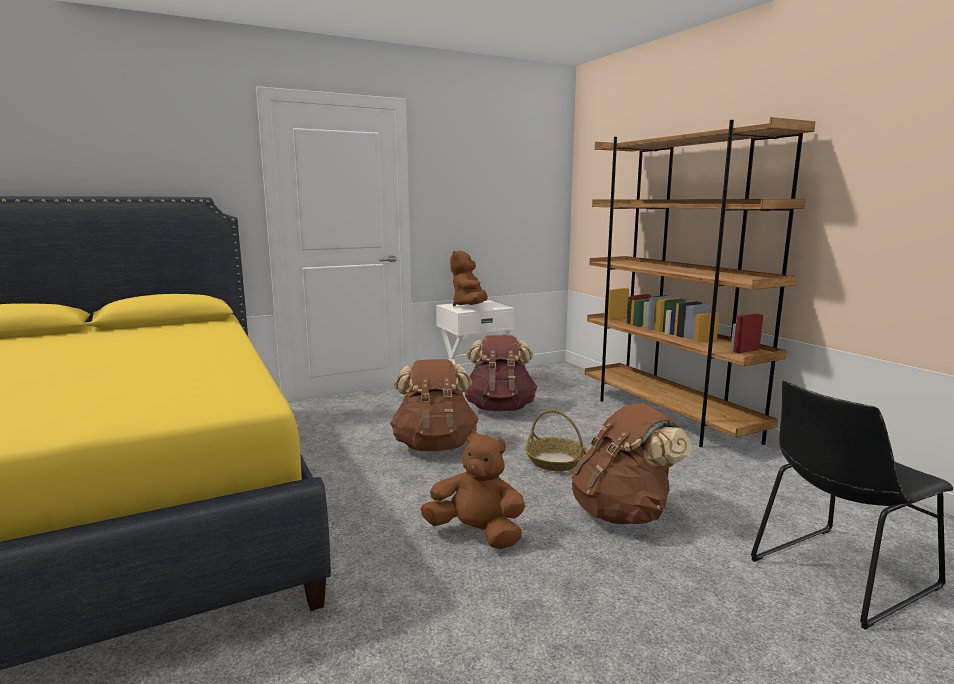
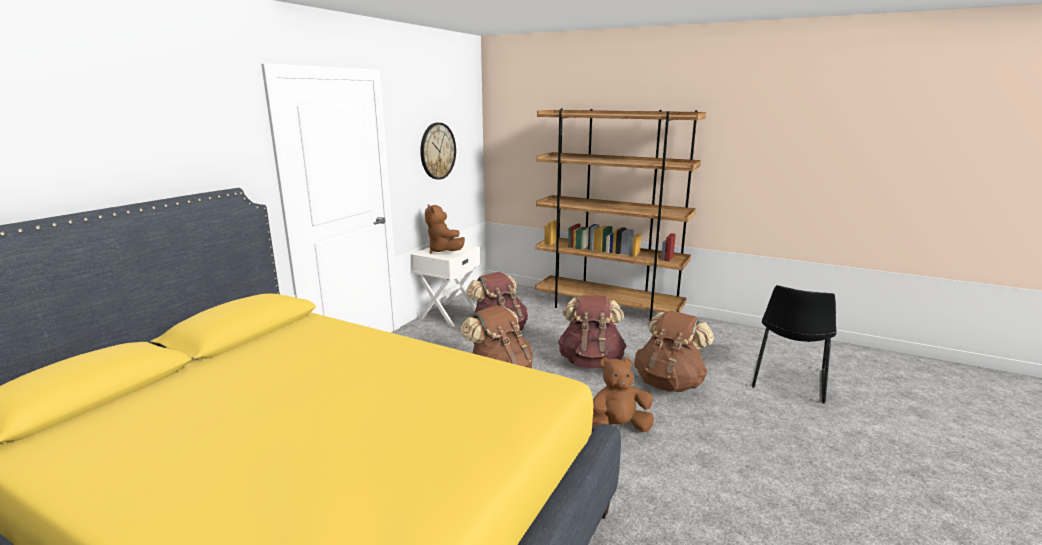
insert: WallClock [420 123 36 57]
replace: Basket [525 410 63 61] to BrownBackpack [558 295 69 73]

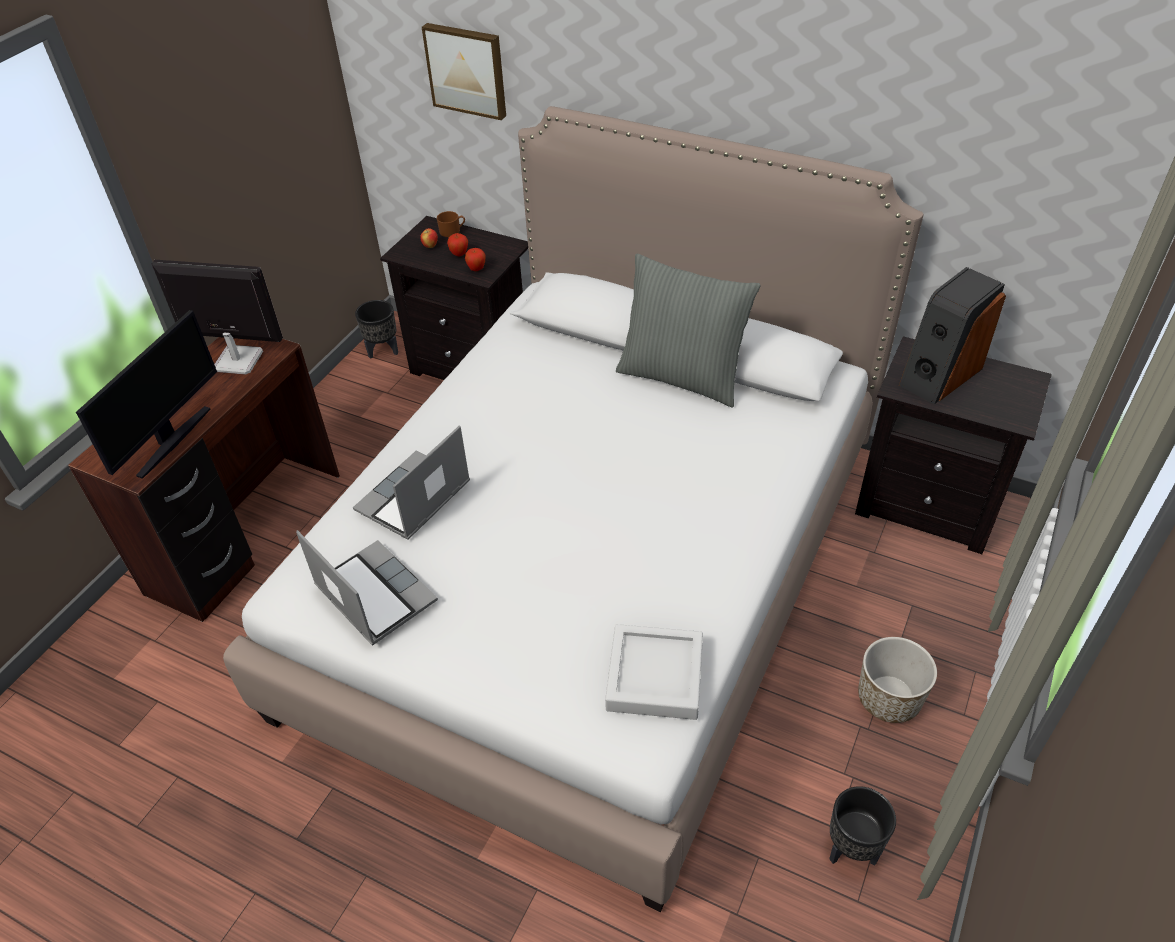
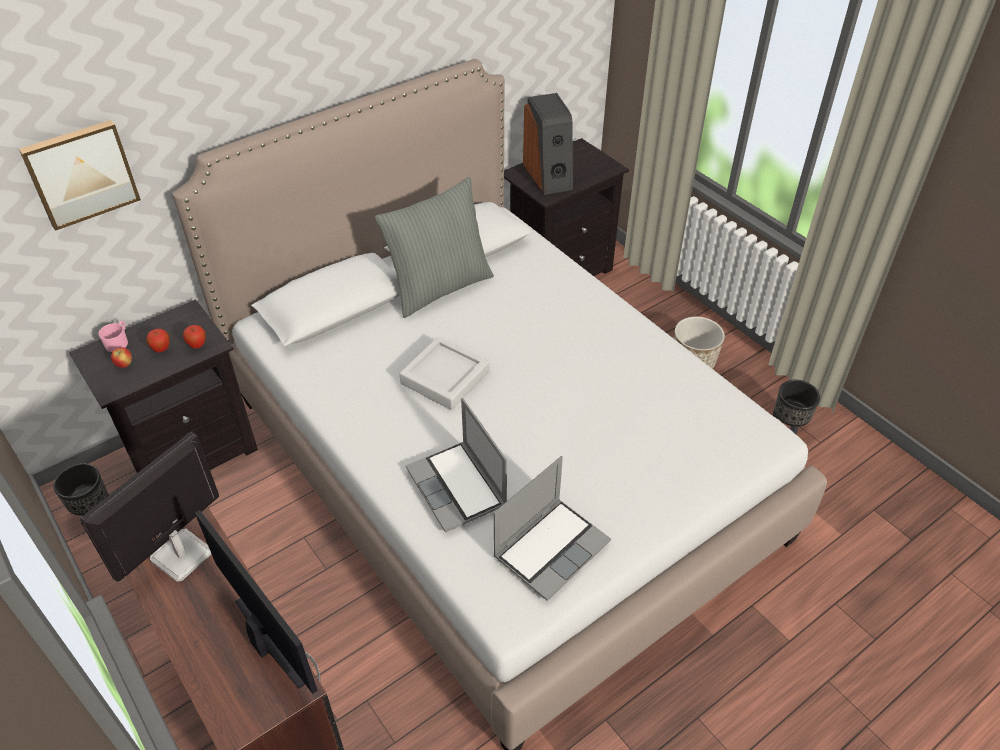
move: GreyTray [605 624 98 96] to [399 337 90 73]
recolor: BrownMug [437 211 28 26] to PinkMug [99 321 29 31]
rotate: Laptop [296 530 142 116] = [493 456 118 145] 150 degrees clockwise

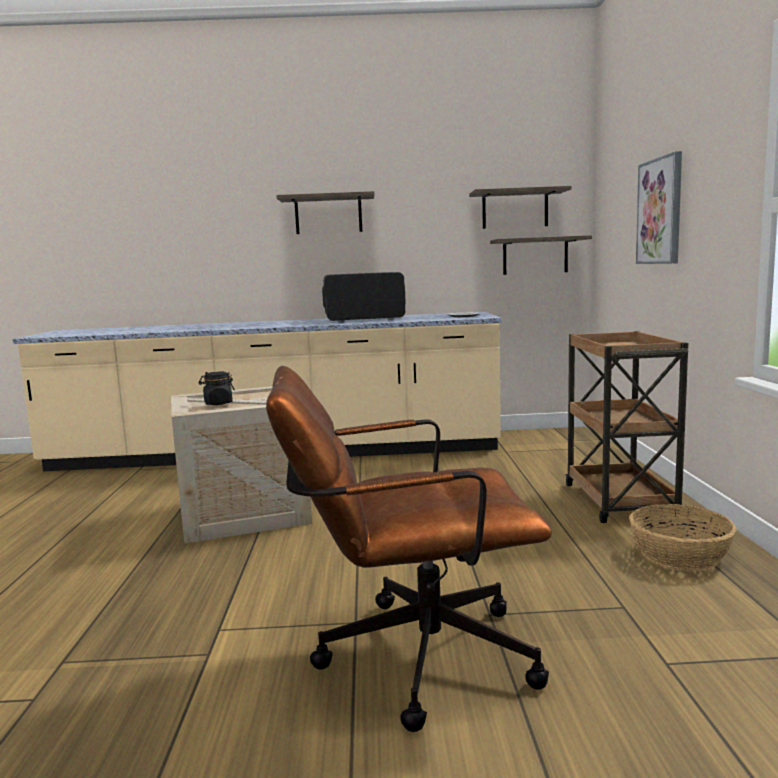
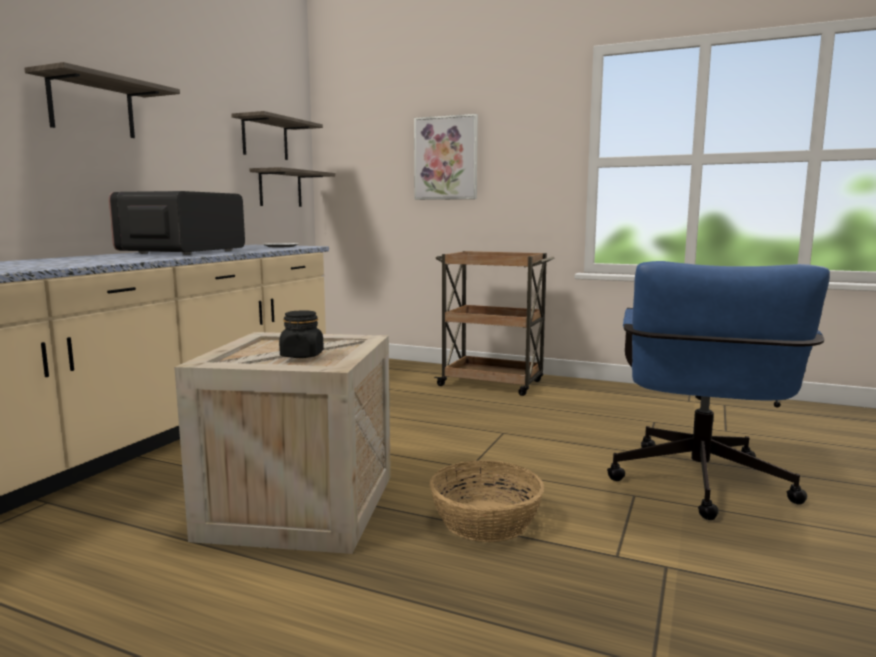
move: Basket [629 504 107 67] to [429 460 116 82]
recolor: BrownOfficeChair [266 366 286 366] to BlueOfficeChair [607 261 223 259]

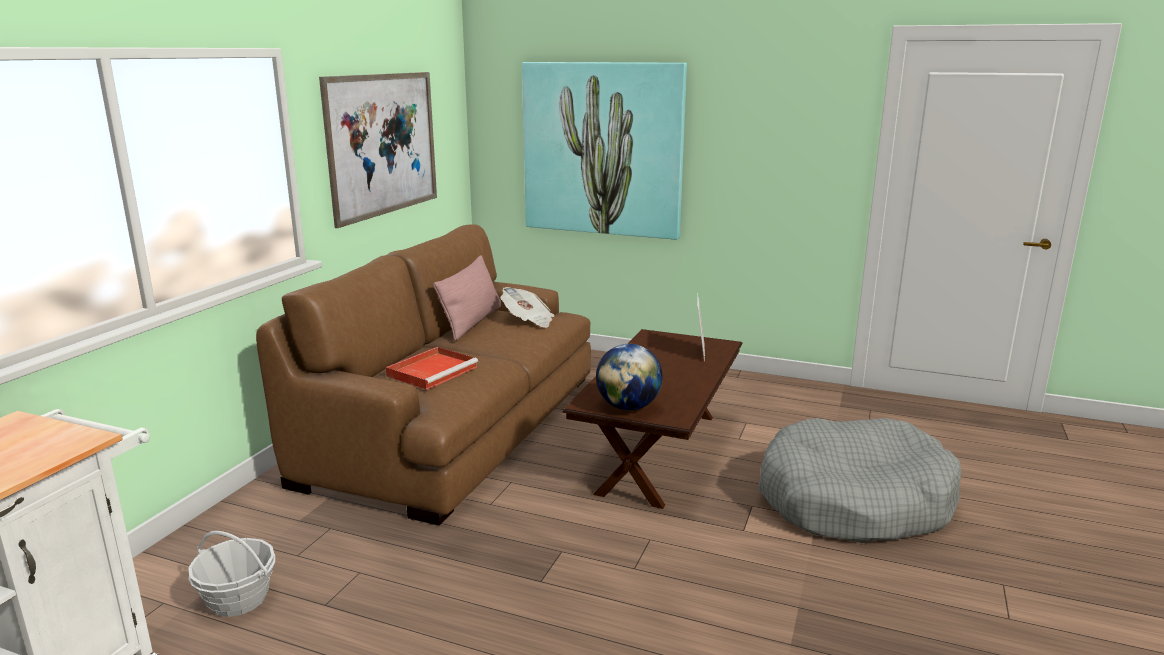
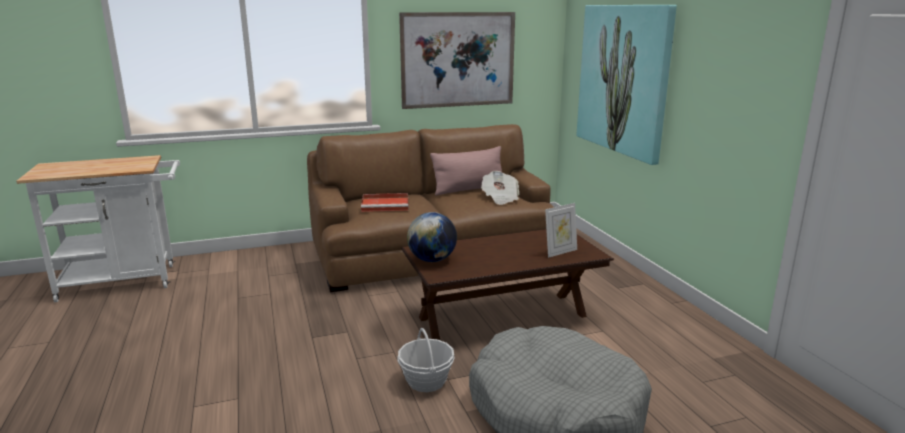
move: Basket [188 531 87 86] to [397 328 57 64]

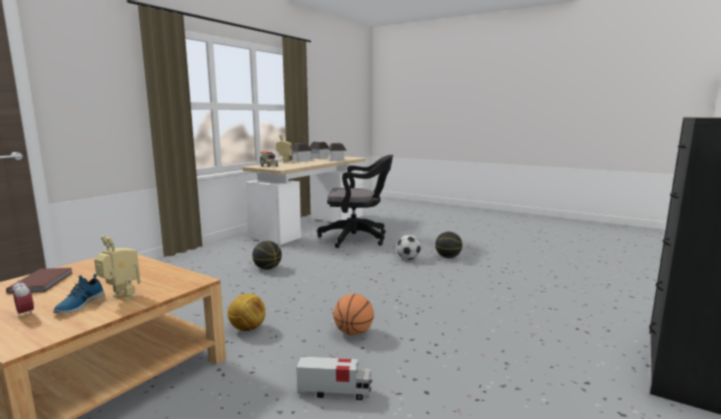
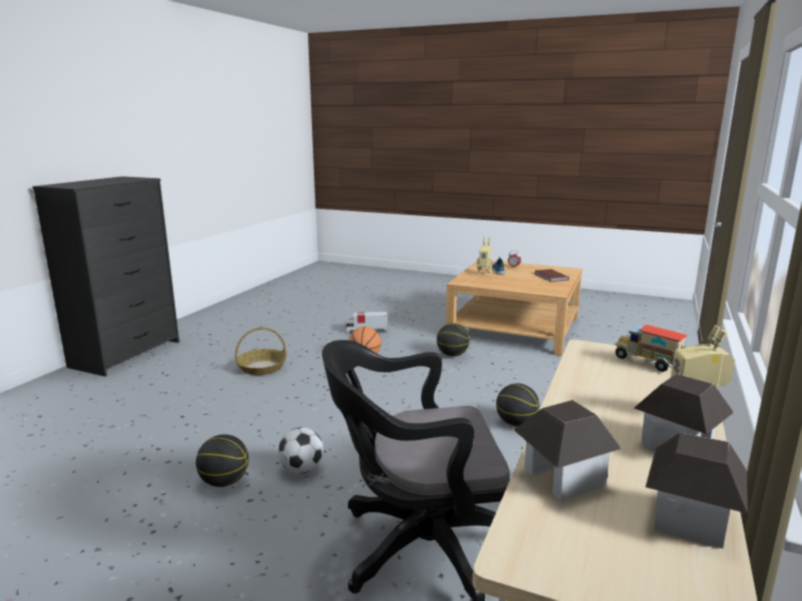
insert: Basket [235 327 52 48]
replace: Football [227 294 39 37] to Basketball [437 323 33 33]

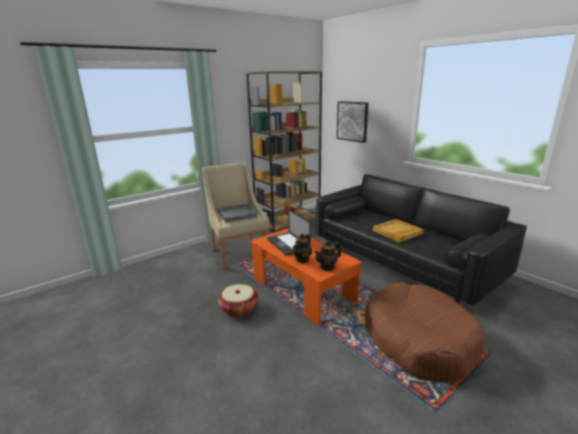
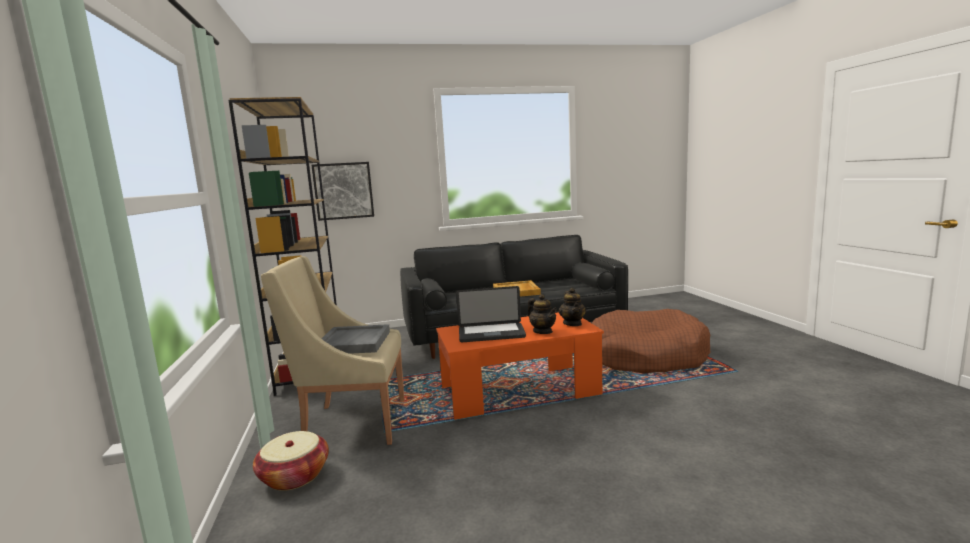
move: Basket [218 284 41 33] to [253 431 76 60]

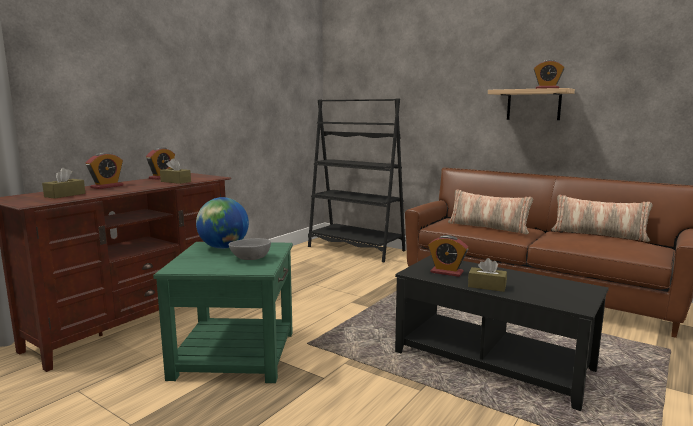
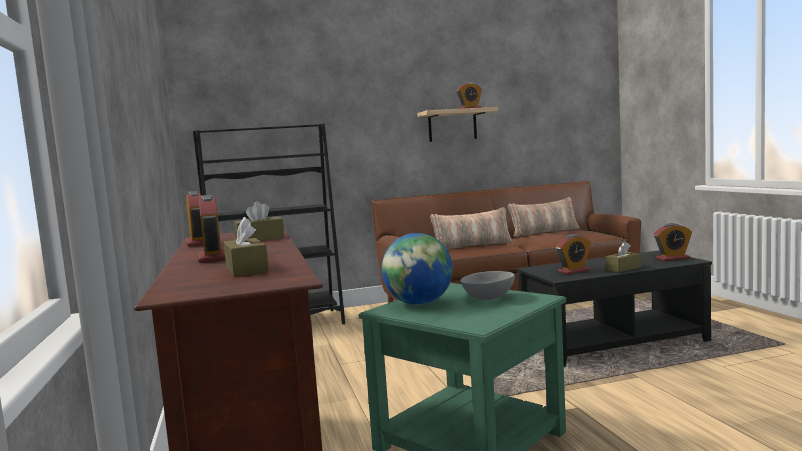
insert: AlarmClock [654 223 38 38]

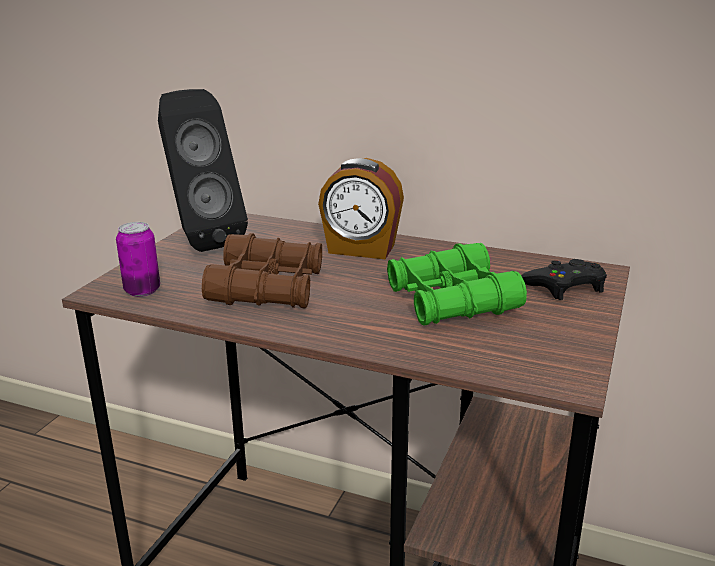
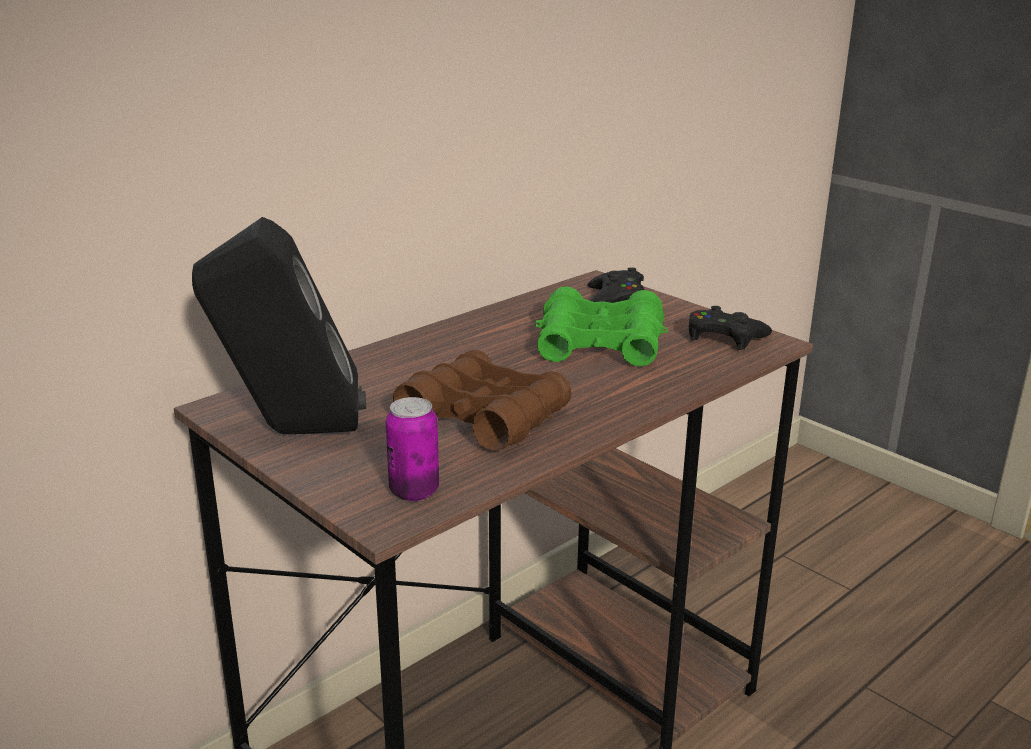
delete: AlarmClock [318 158 86 101]
insert: BlackGameController [689 306 83 44]

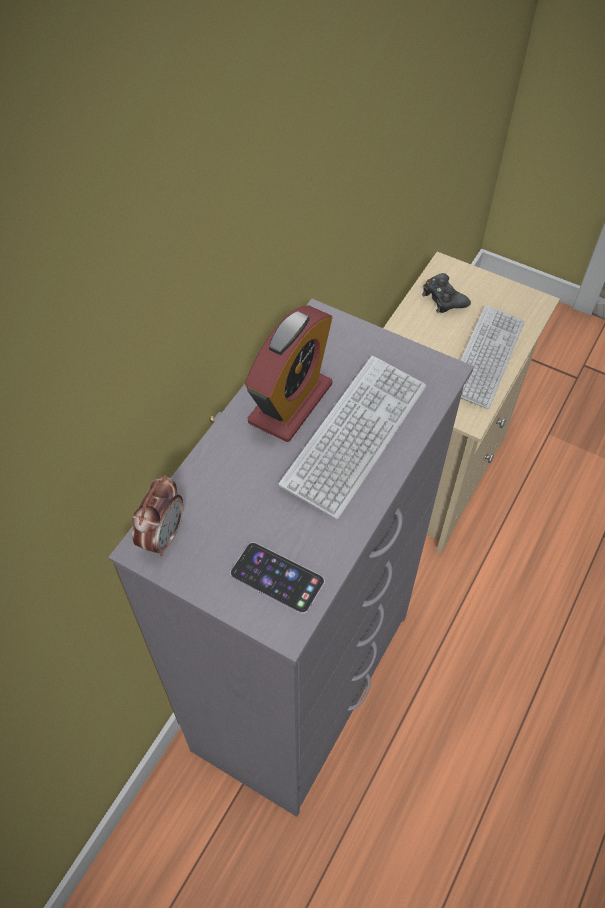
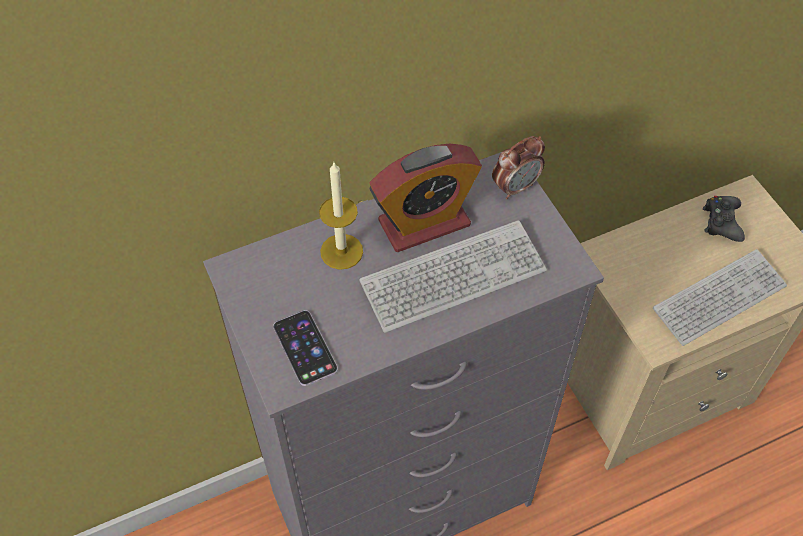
insert: Candle [319 162 44 108]
move: AlarmClock [132 475 51 82] to [492 136 53 63]

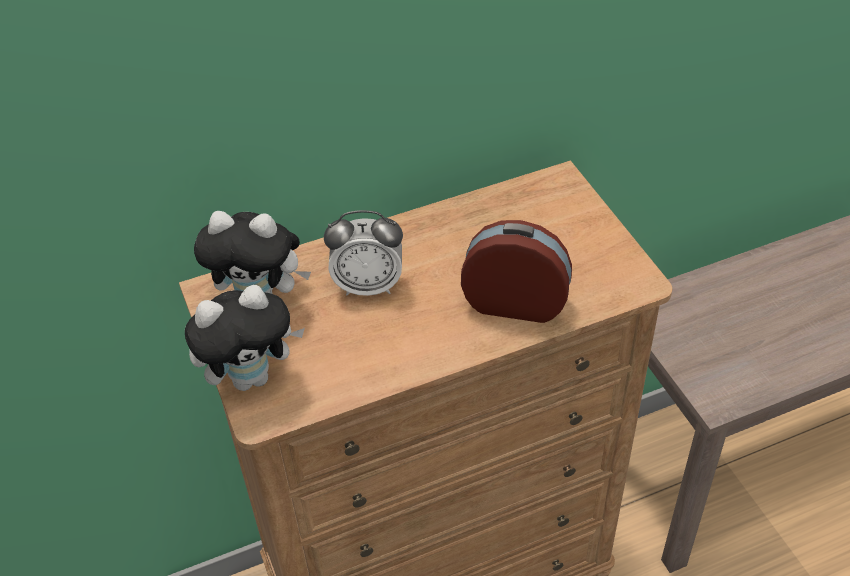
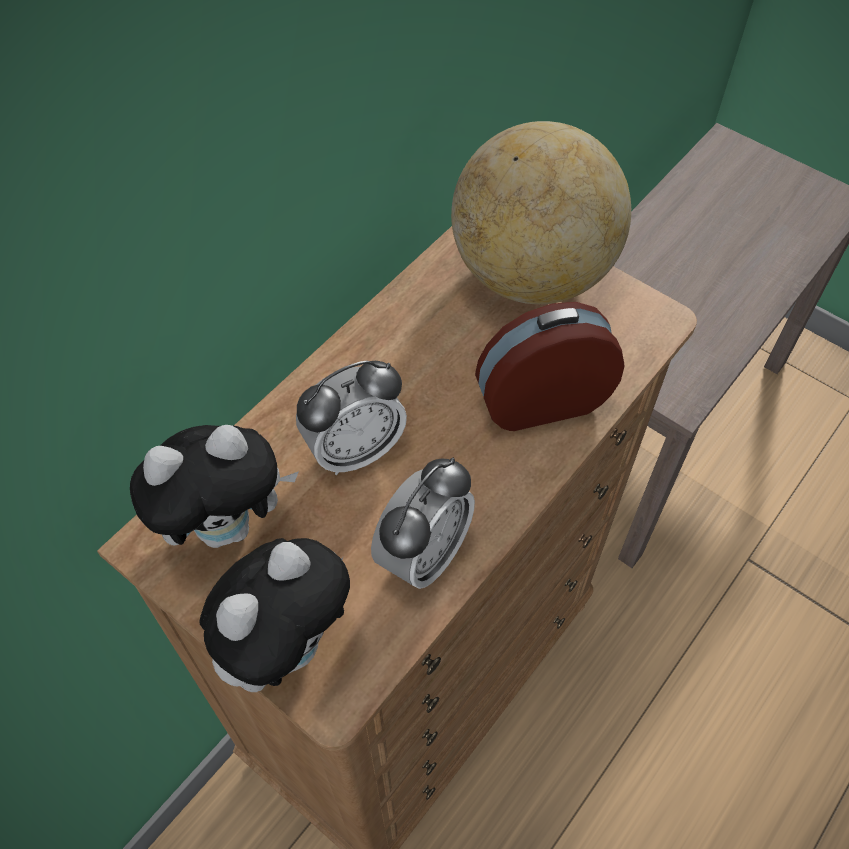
insert: Globe [451 121 180 183]; AlarmClock [371 458 104 131]

